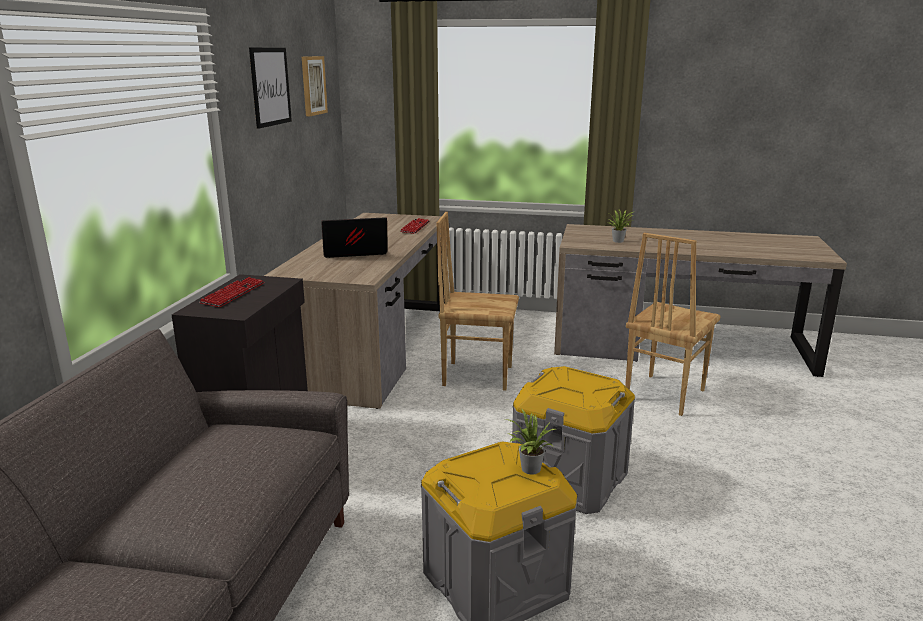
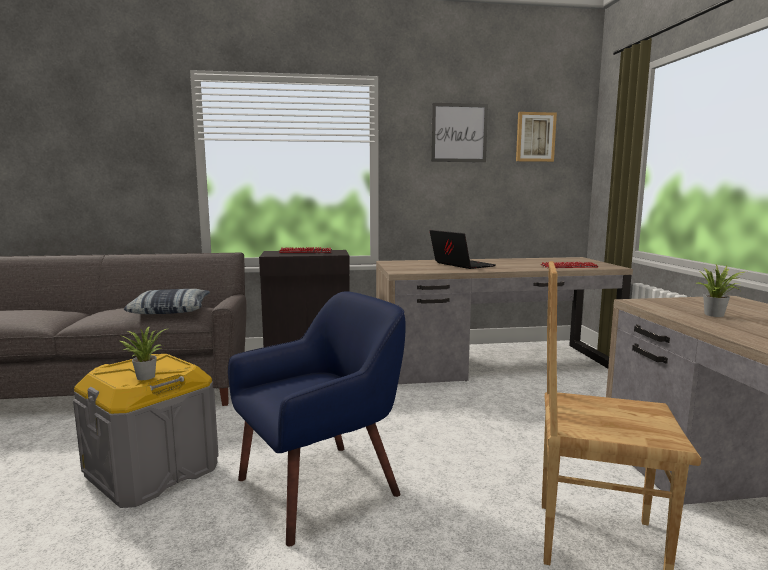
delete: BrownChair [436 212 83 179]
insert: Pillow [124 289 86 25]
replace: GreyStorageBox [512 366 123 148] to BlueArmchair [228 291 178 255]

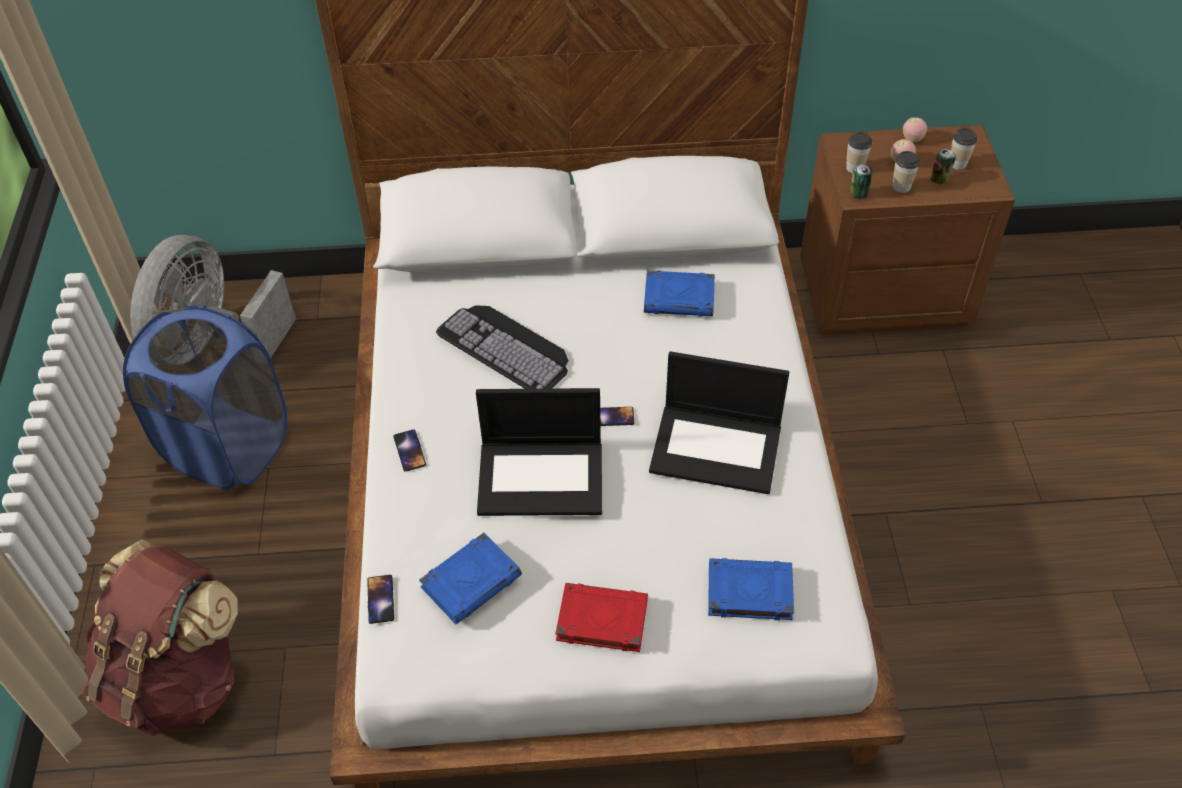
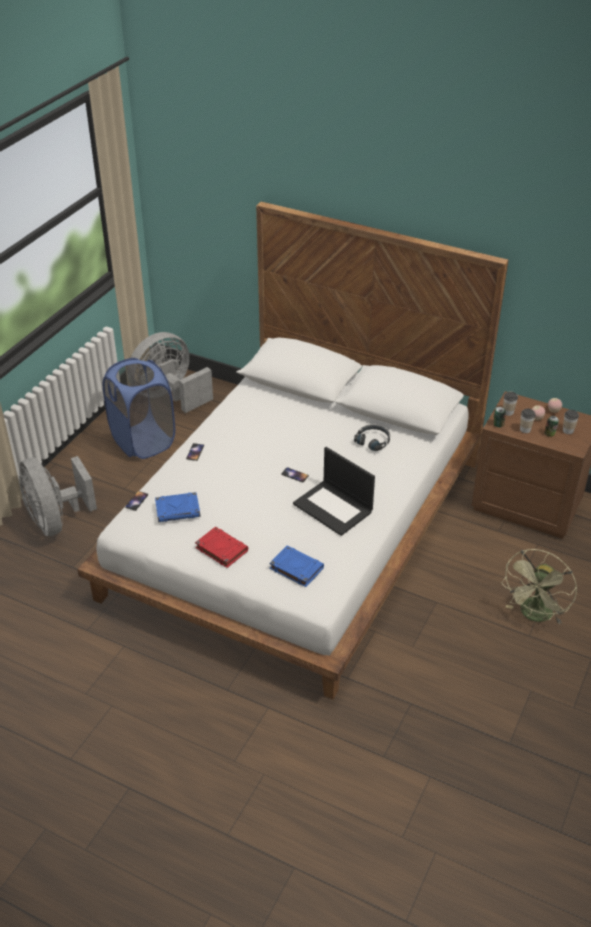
delete: Keyboard [436 305 132 84]; Laptop [476 388 126 128]
insert: GreenFan [501 549 76 76]
replace: BlueBook [644 270 71 47] to BlackHeadphones [354 424 36 27]; BrownBackpack [82 540 156 197] to GreyFan [19 456 78 80]

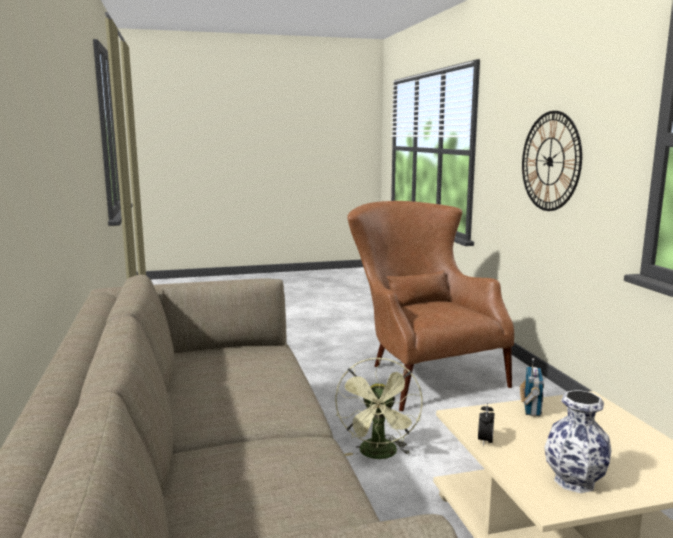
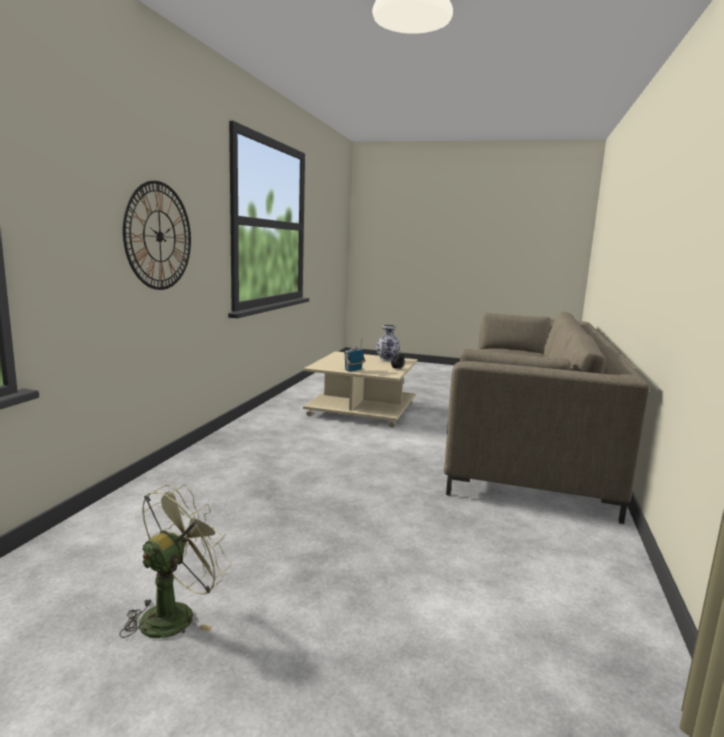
delete: BrownArmchair [347 201 167 210]
move: GreenFan [335 358 88 101] to [120 485 112 153]

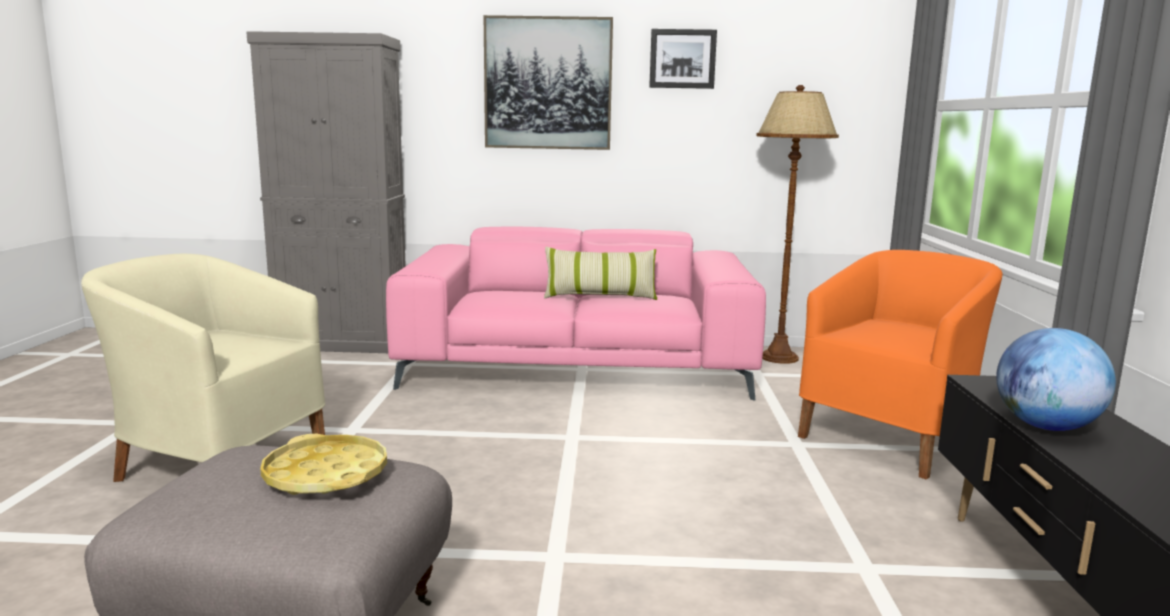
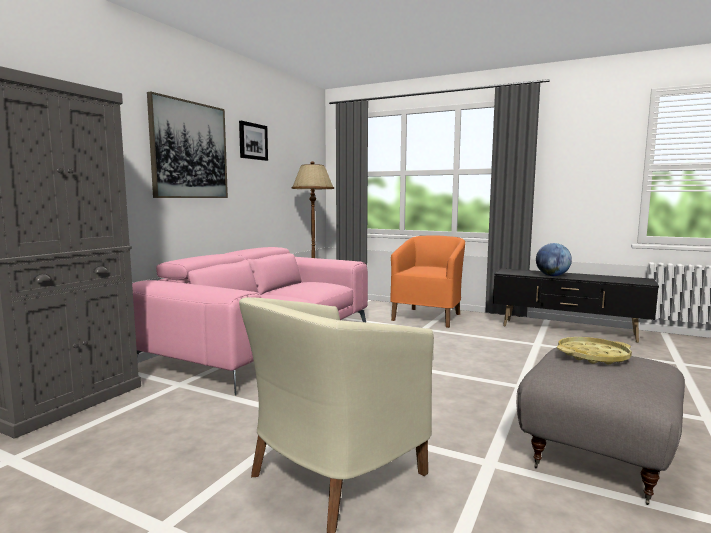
delete: Pillow [544 247 113 53]
rotate: OrangeArmchair [798 250 204 230] = [390 236 75 92] 45 degrees clockwise

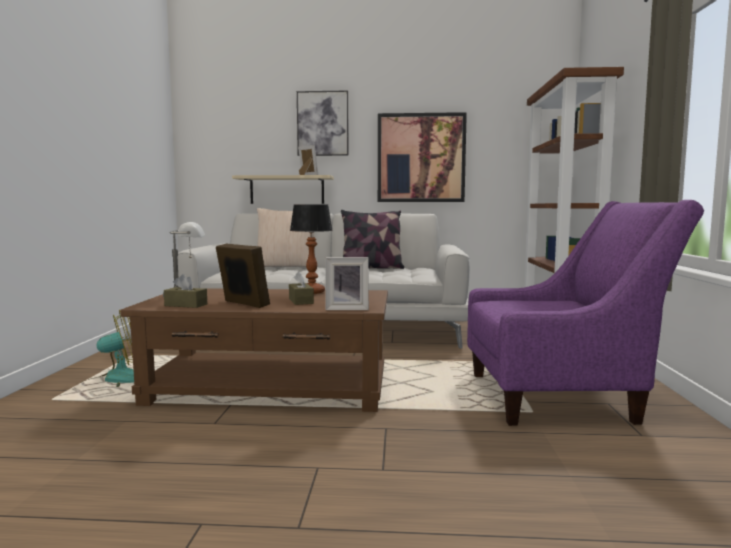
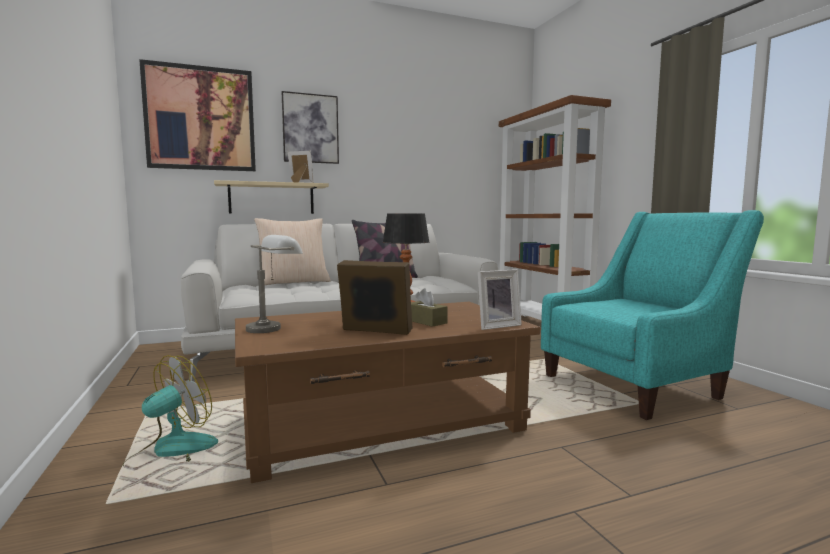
delete: BrownTissueBox [164 274 43 34]
move: Picture [378 112 89 90] to [139 59 117 112]
recolor: PurpleArmchair [467 200 237 226] to TurquoiseArmchair [541 210 223 210]

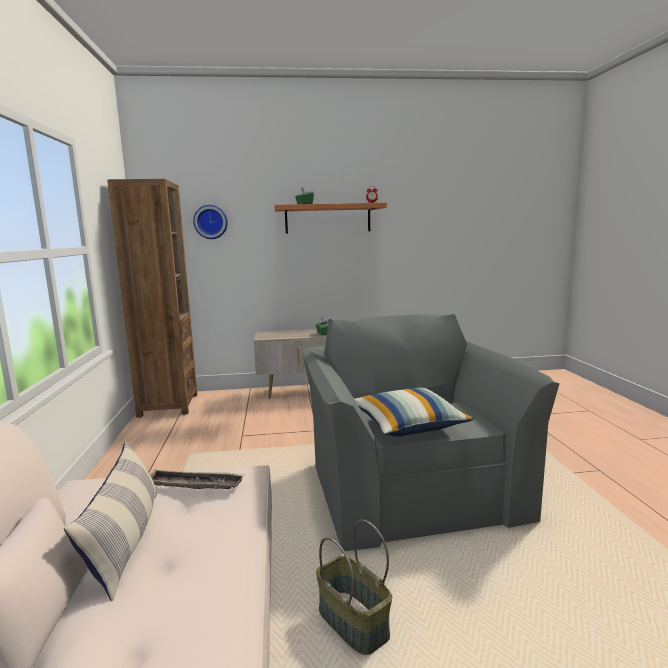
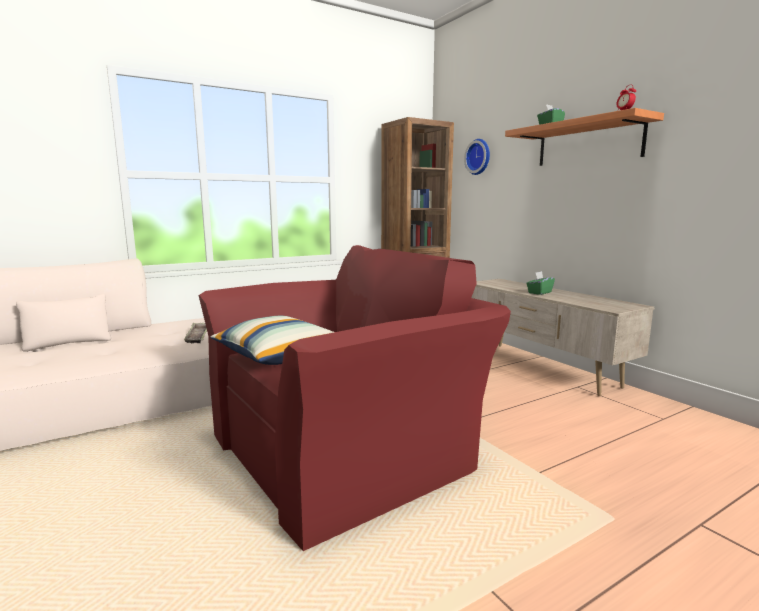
delete: Pillow [64 442 93 159]; Basket [316 520 76 135]
recolor: GreyArmchair [303 313 257 238] to RedArmchair [199 245 312 306]

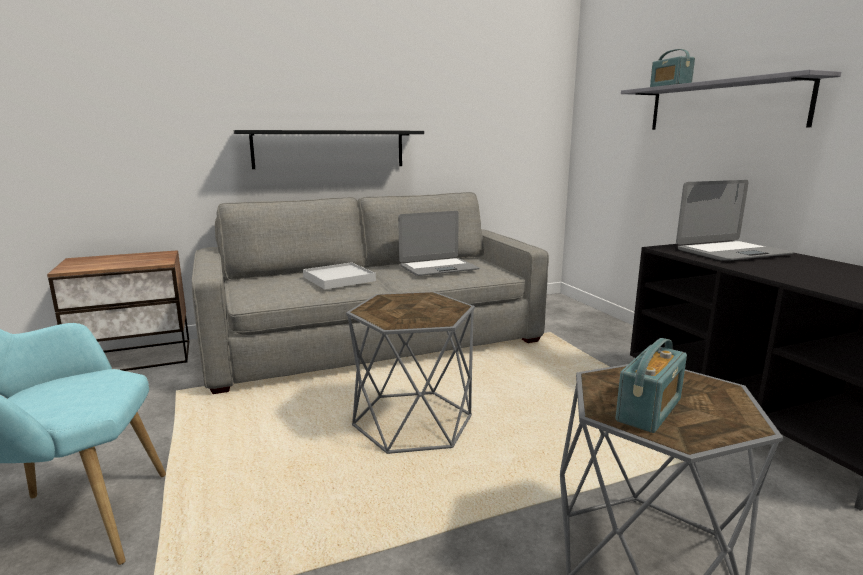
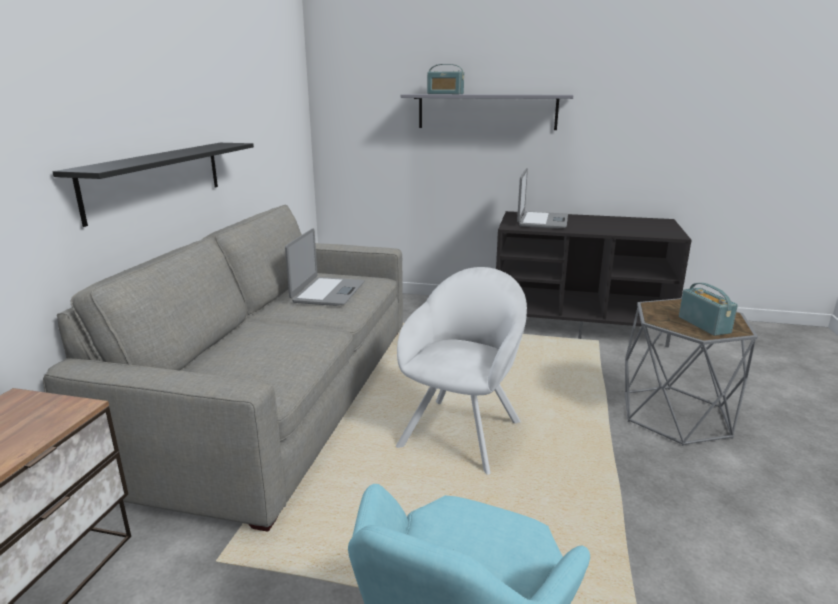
delete: WhiteTray [303 262 73 27]
replace: GreySideTable [346 292 129 162] to WhiteArmchair [396 267 131 208]

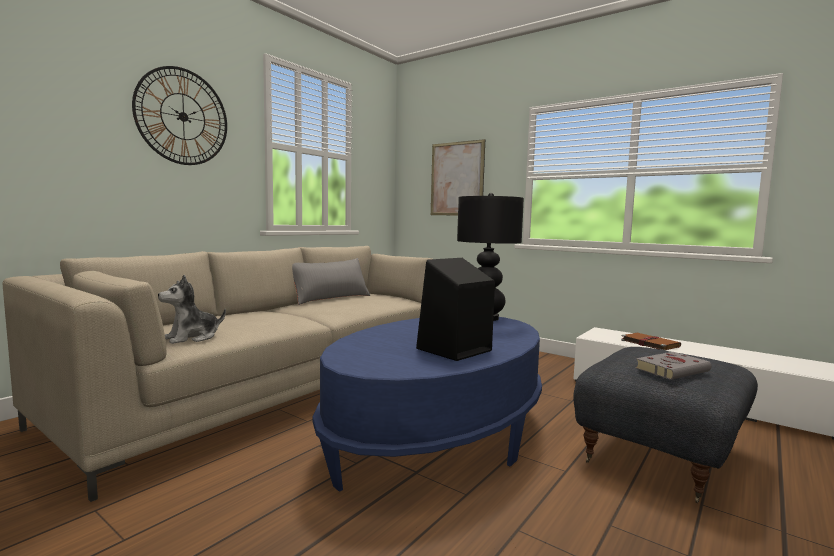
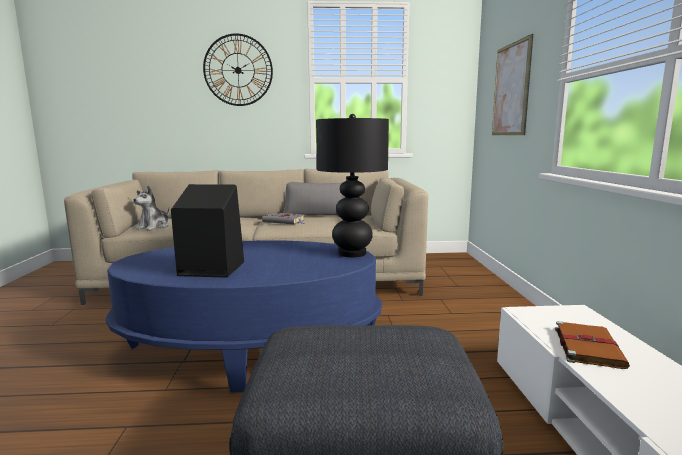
move: GreyBook [635 352 76 28] to [262 213 43 11]
rotate: PlushToy [158 275 68 69] = [133 185 37 46] 75 degrees counterclockwise

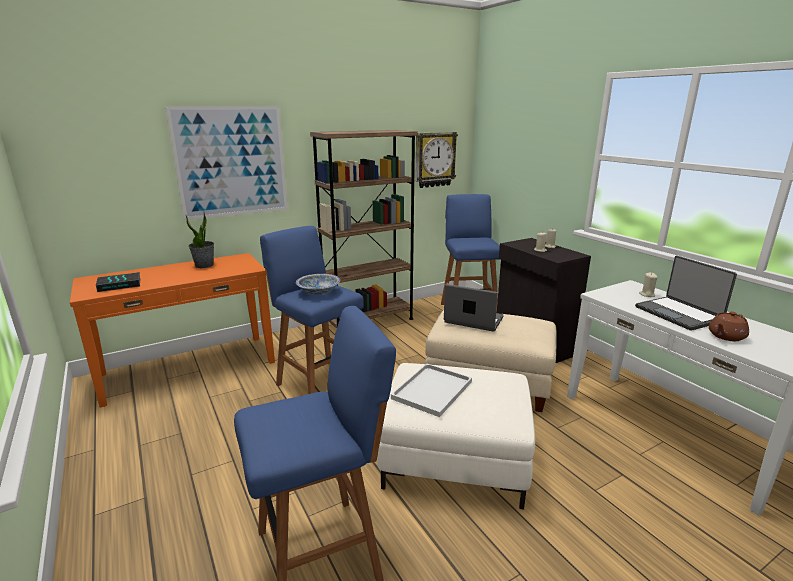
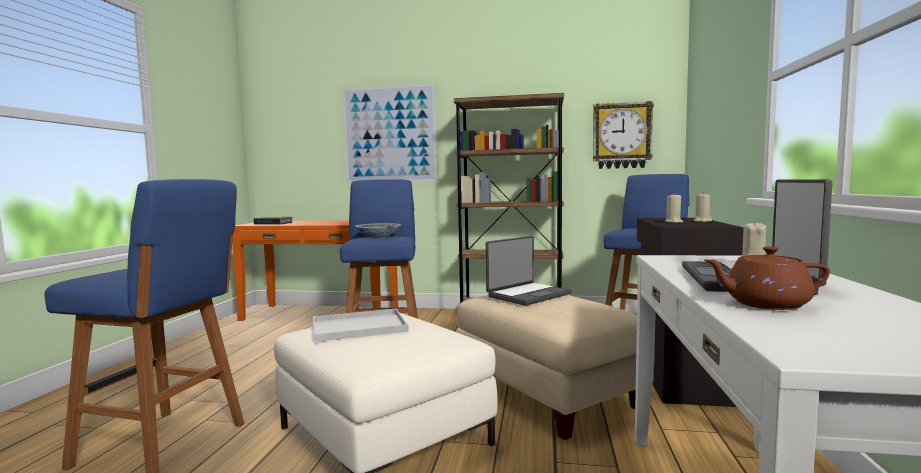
delete: PottedPlant [186 212 28 56]
rotate: Laptop [444 284 60 48] = [486 236 86 70] 75 degrees clockwise

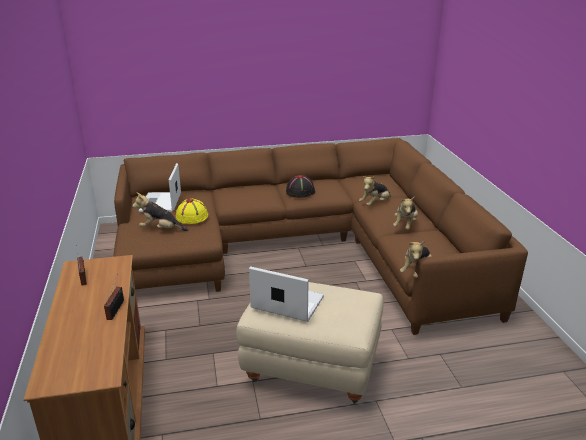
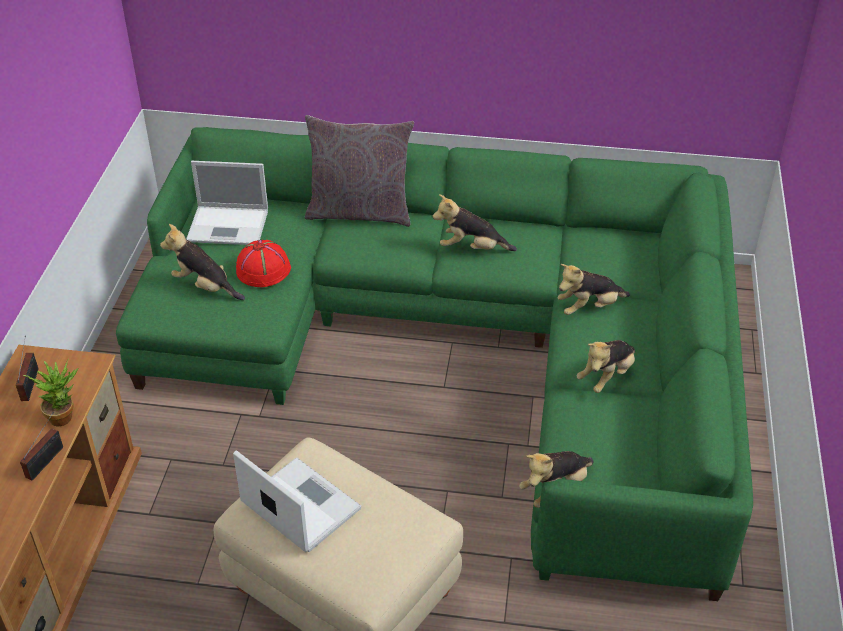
insert: GreyPillow [305 115 109 112]; PottedPlant [23 360 55 66]
replace: BlackHat [286 175 29 23] to PlushToy [433 194 84 57]
recolor: BrownSofa [113 138 415 197] to GreenSofa [116 127 637 474]; YellowHat [176 198 32 26] to RedHat [236 240 55 47]
rotate: Laptop [139 163 42 49] = [186 161 82 84] 105 degrees counterclockwise

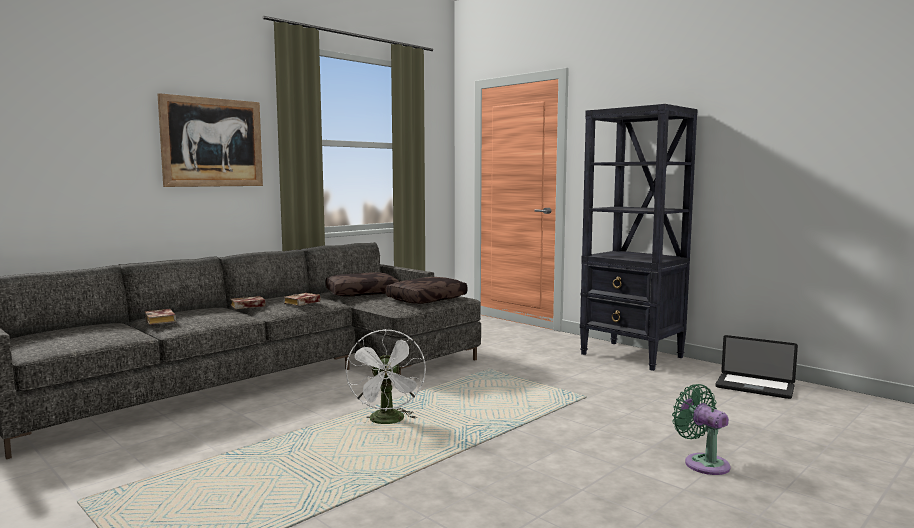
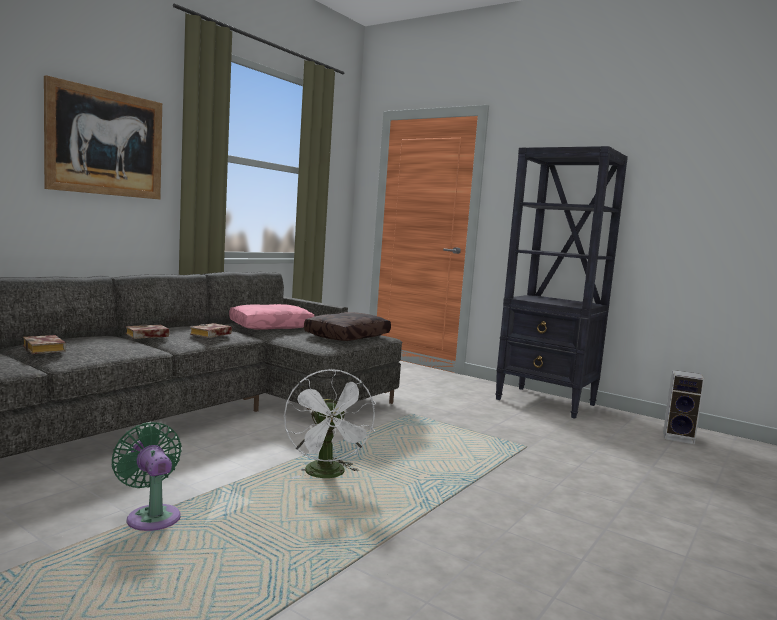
move: GreenFan [672 384 59 91] to [111 422 71 109]
replace: Laptop [715 335 83 64] to Speaker [663 370 42 74]
recolor: BrownPillow [326 272 73 25] to PinkPillow [229 304 86 26]

